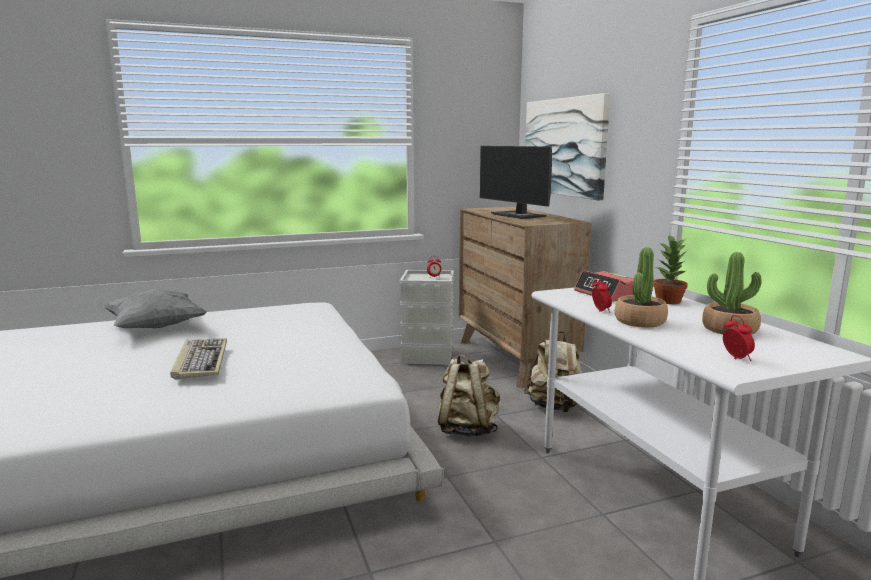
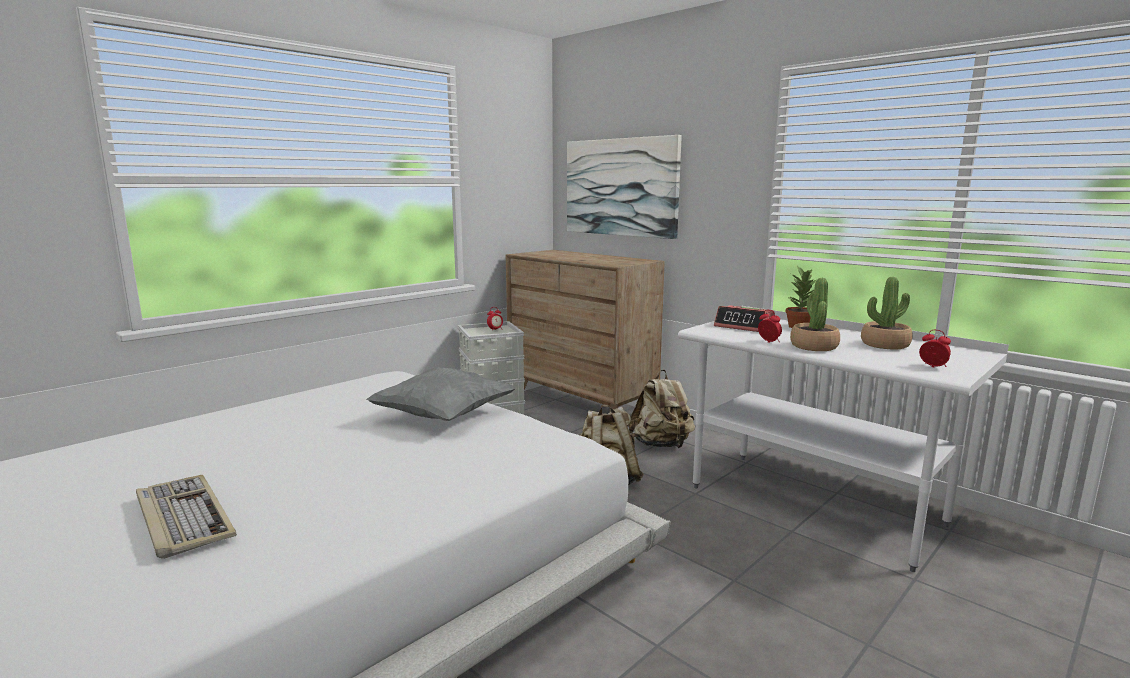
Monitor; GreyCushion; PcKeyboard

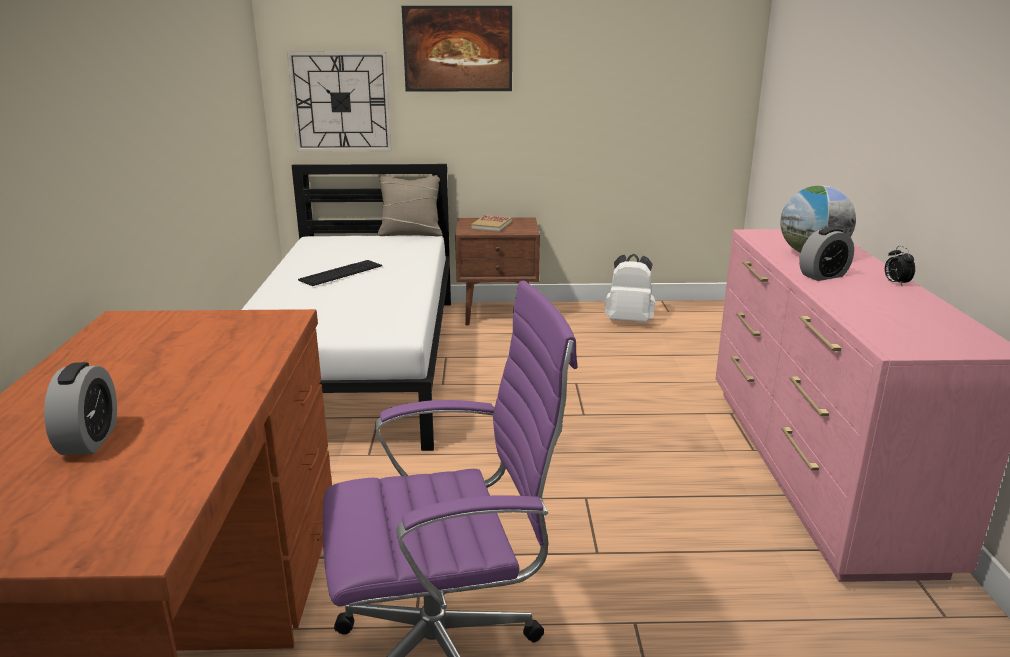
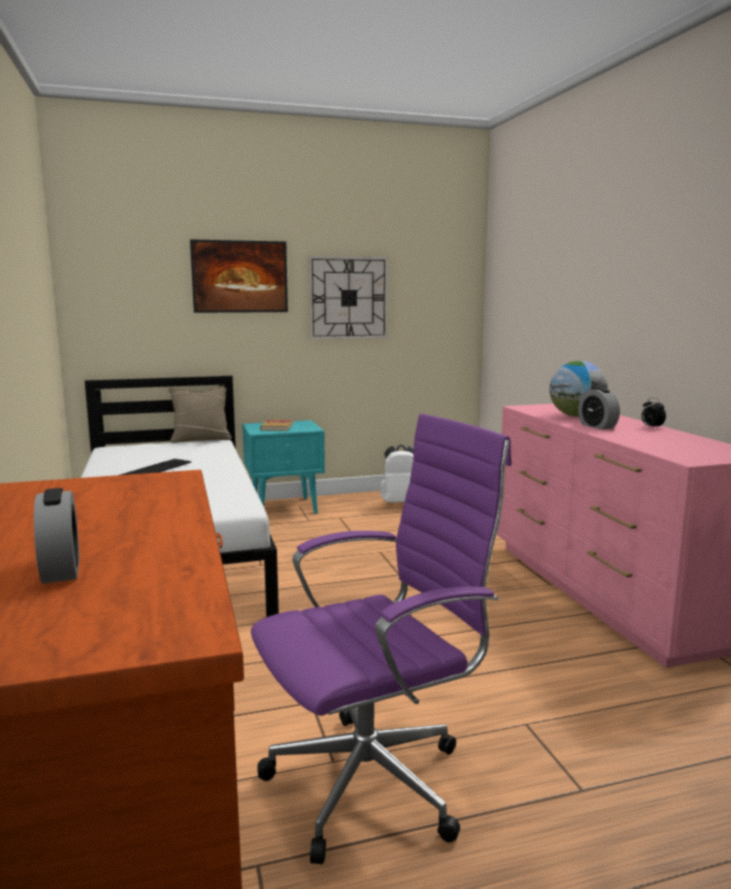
WallClock; TurquoiseColouredNightTable; BedsideClock (no. 2 from left)

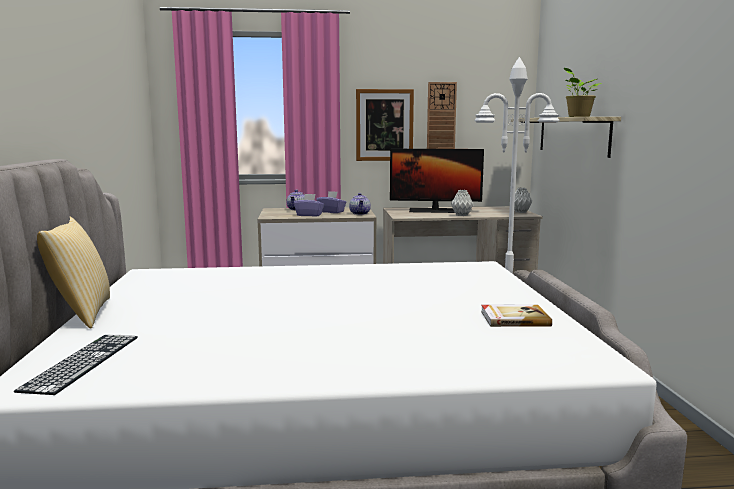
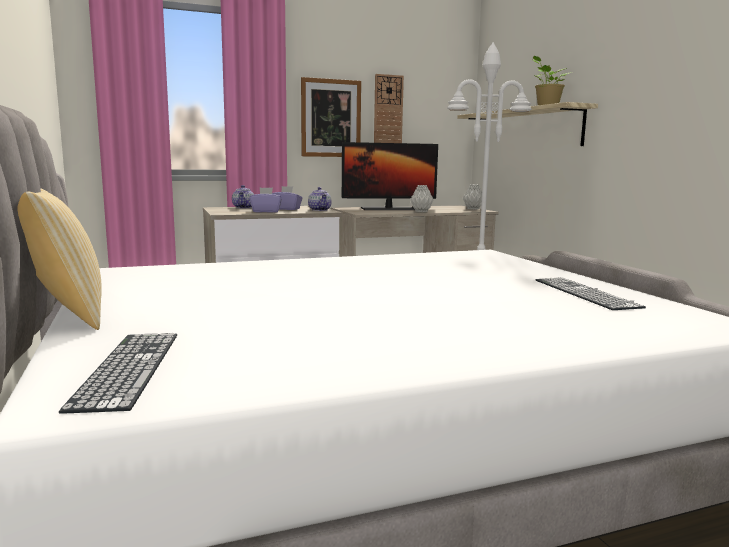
PcKeyboard (no. 2 from left)

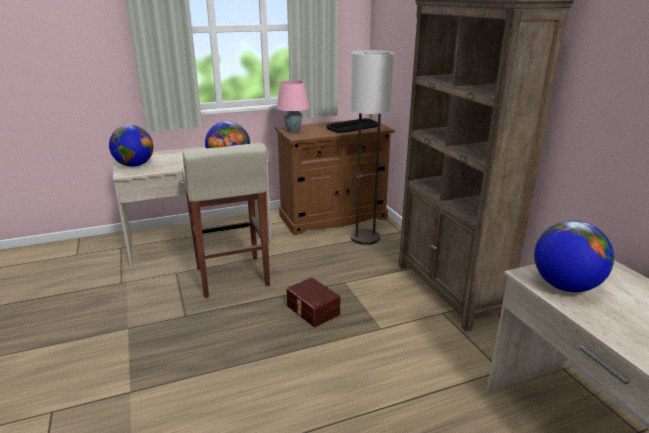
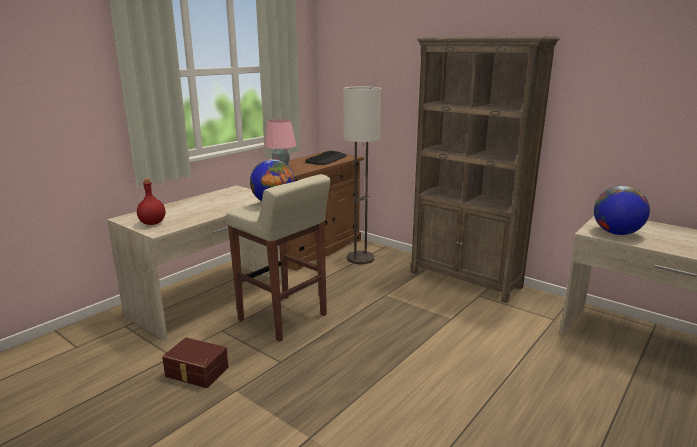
BrownishStorageBin; RedBeverageBottle

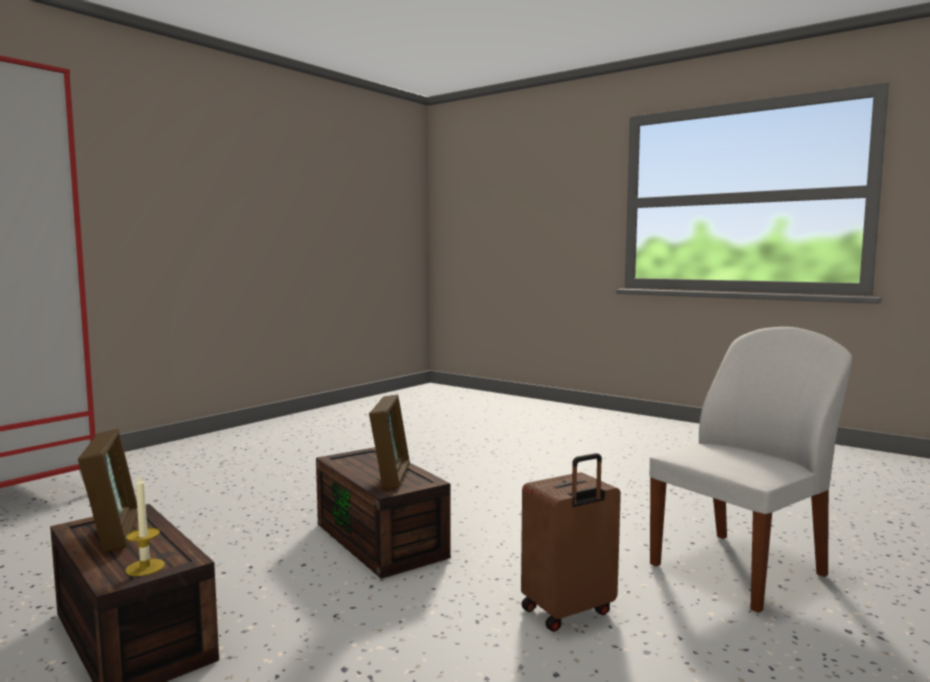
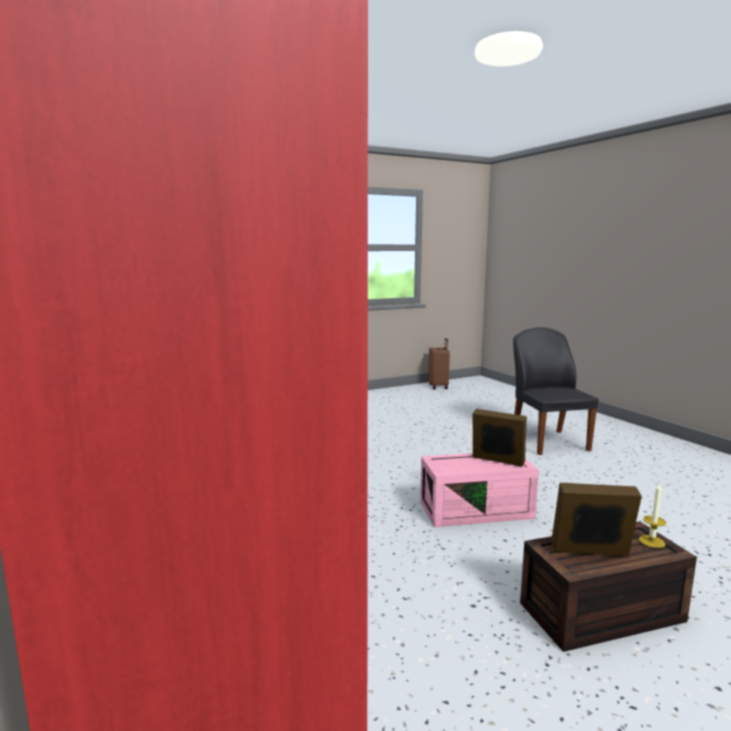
BrownishPieceOfLuggage; PinkStorageBin; BlackColouredPlainChair

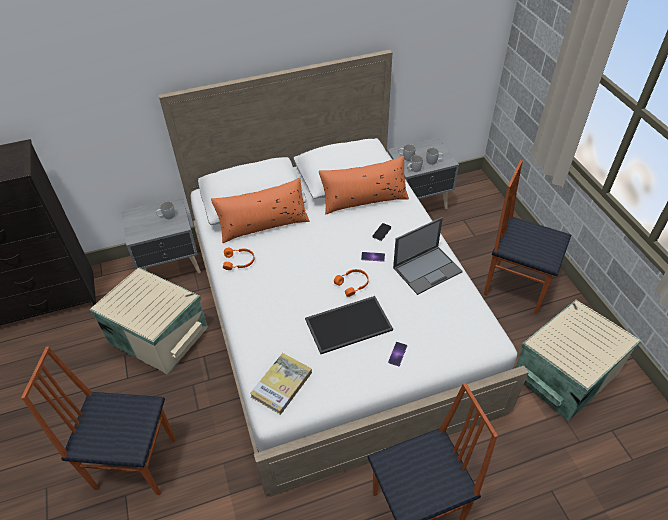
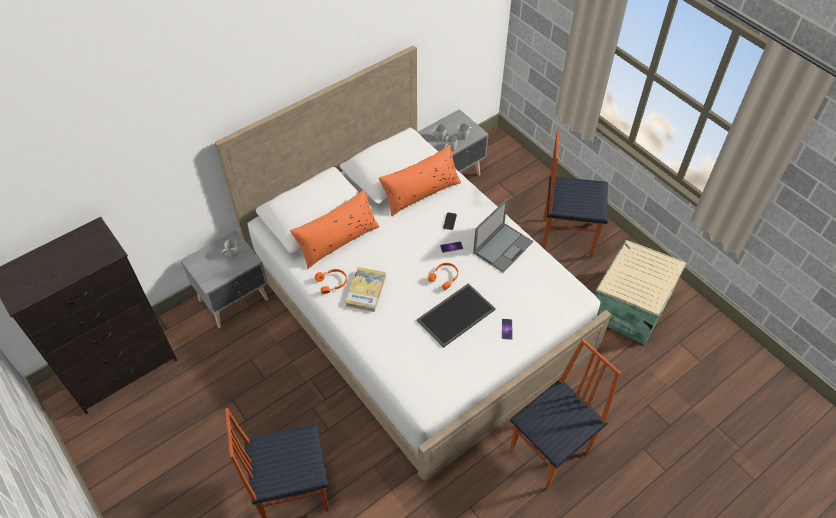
SandColouredStorageBin (no. 1 from left in the first image); Volume

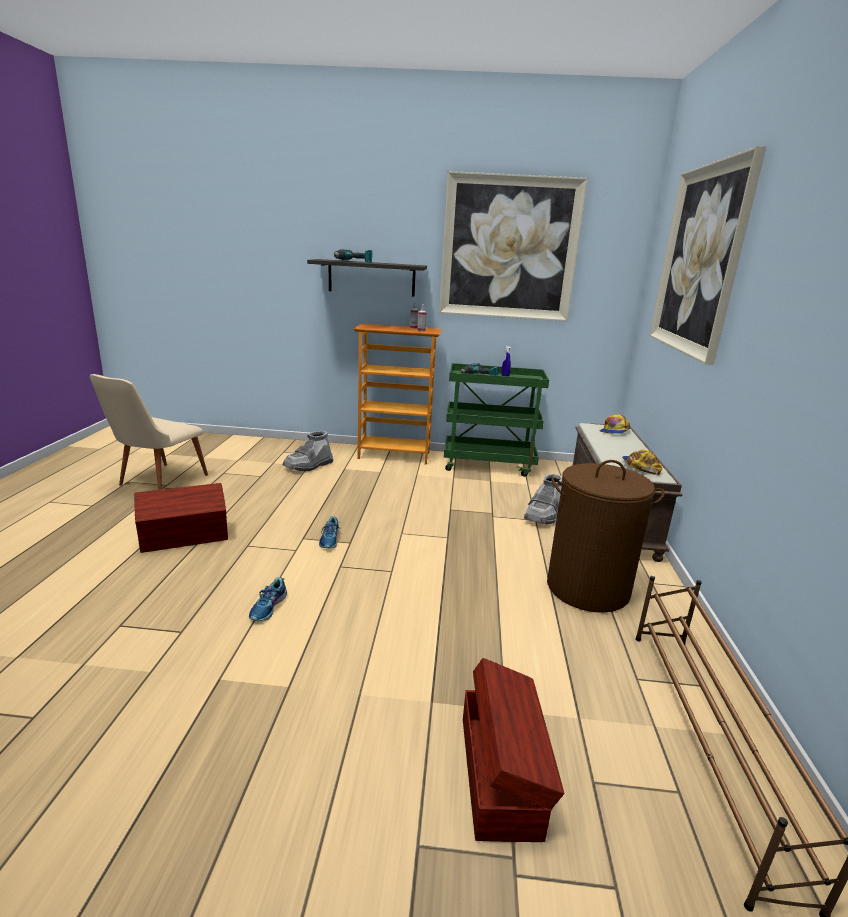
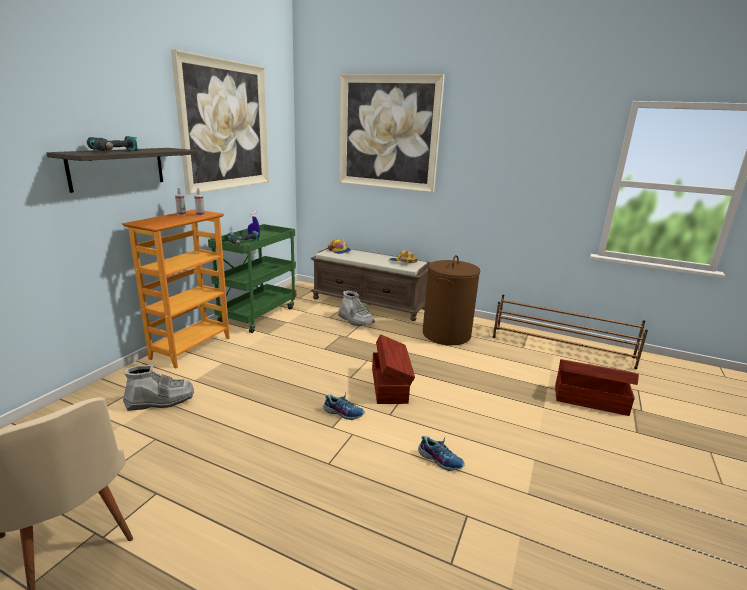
BrownishStorageBin (no. 1 from left); GreyHighTopBoot (no. 1 from left)

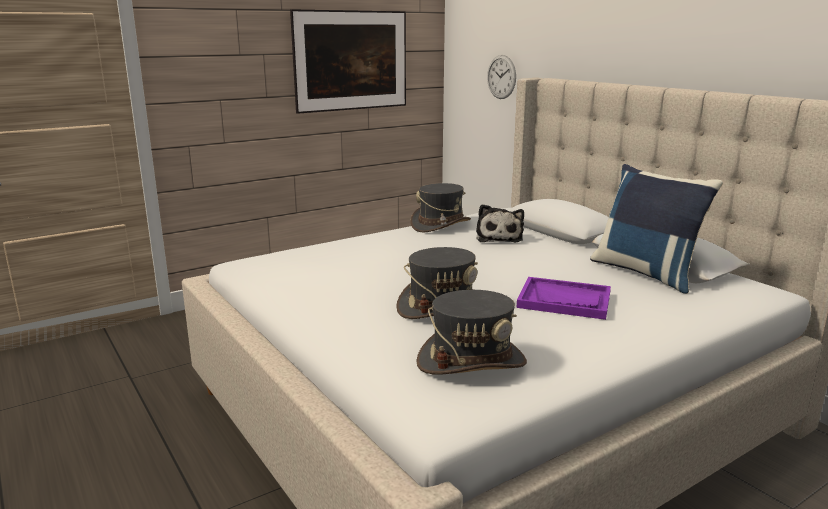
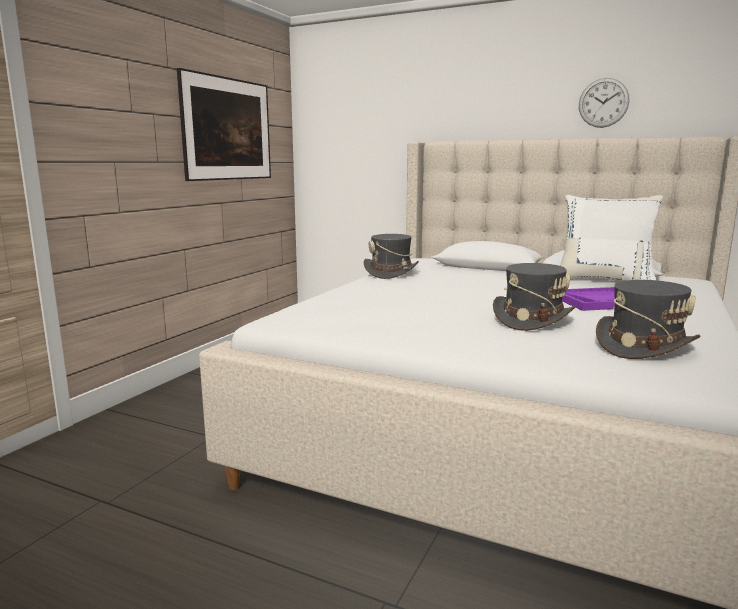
PlushToy; WallClock; WhitishCushion

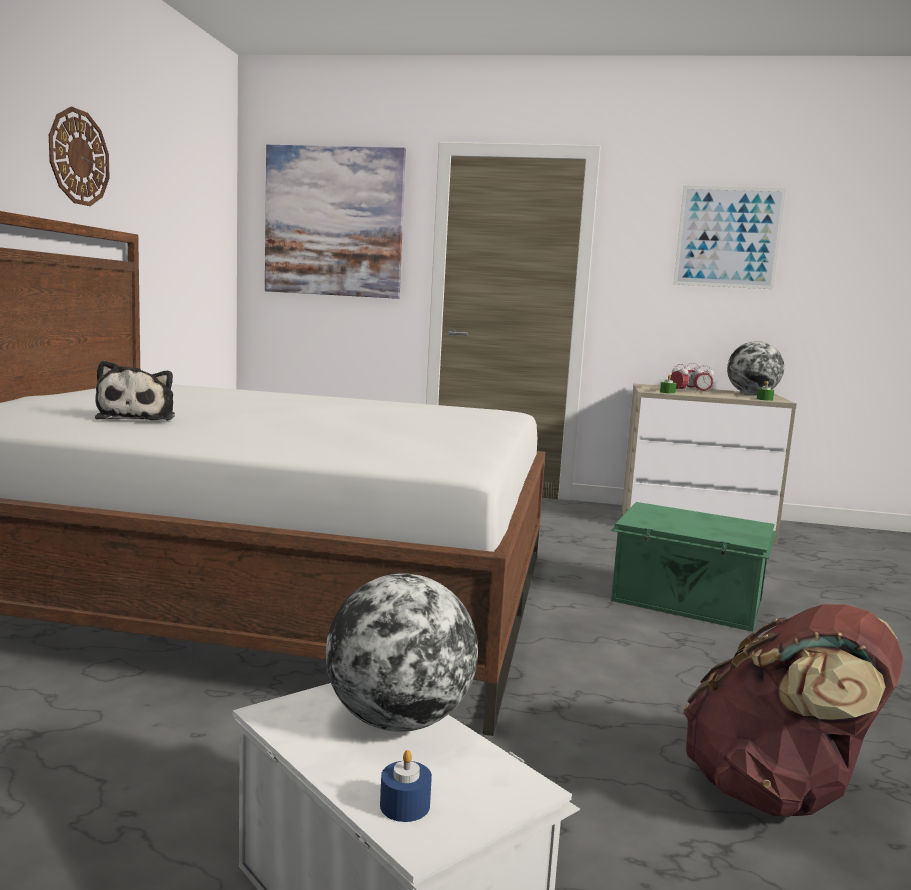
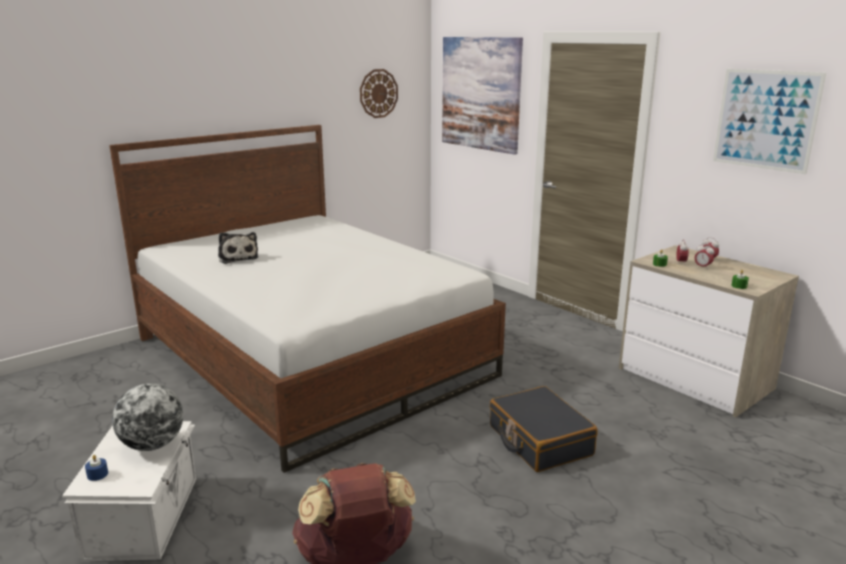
Globe (no. 2 from left in the first image); WallClock; BlackColouredPieceOfLuggage; PlushToy

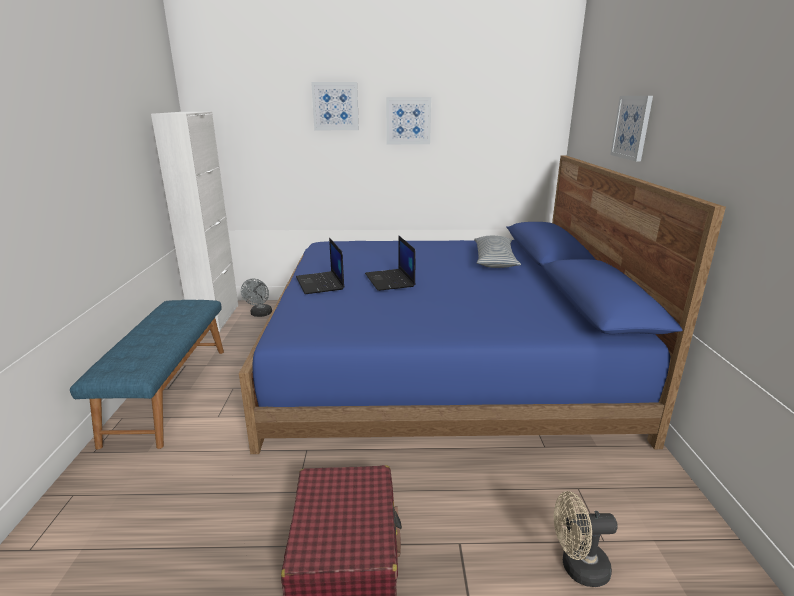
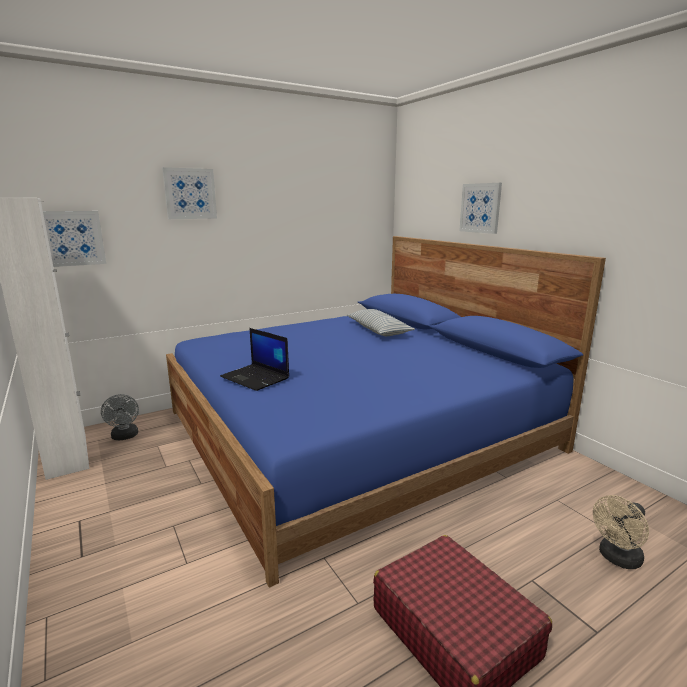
BlueIndoorBench; Laptop (no. 2 from left in the first image); WallArt (no. 1 from left)

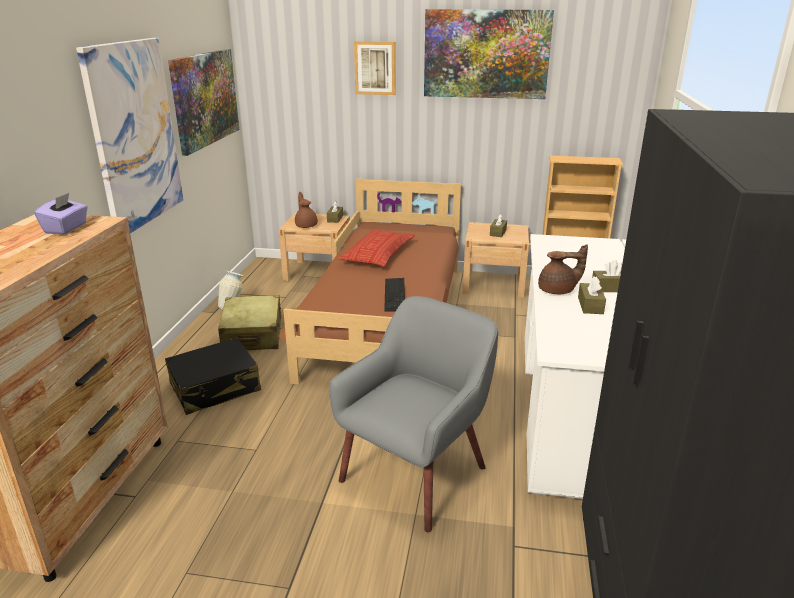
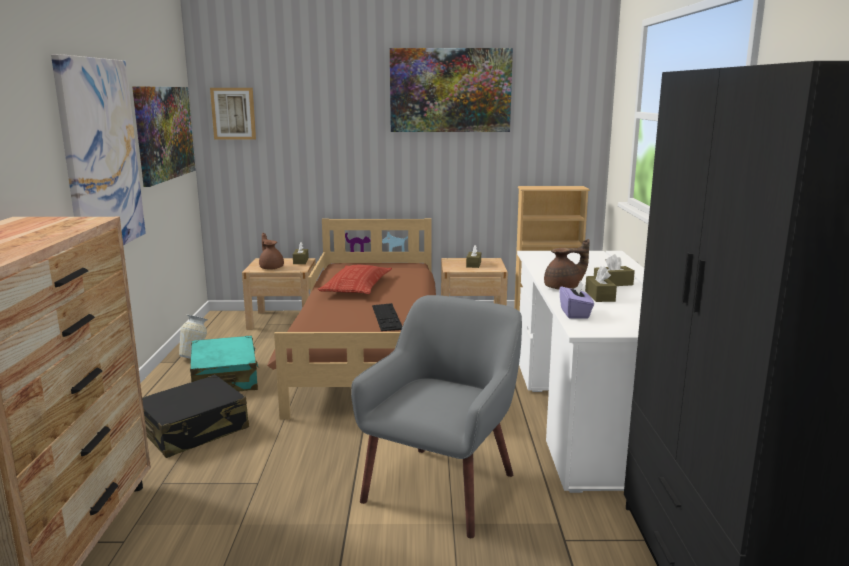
PurpleTissueBox; WallArt (no. 3 from left); TurquoiseColouredPieceOfLuggage

